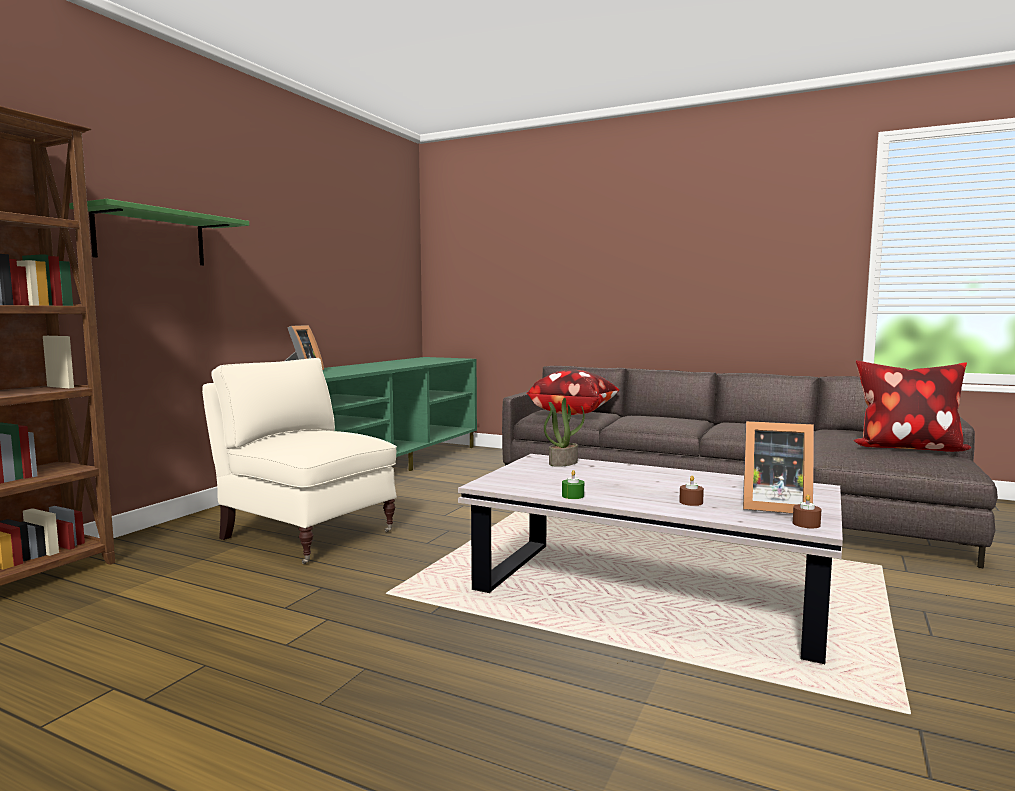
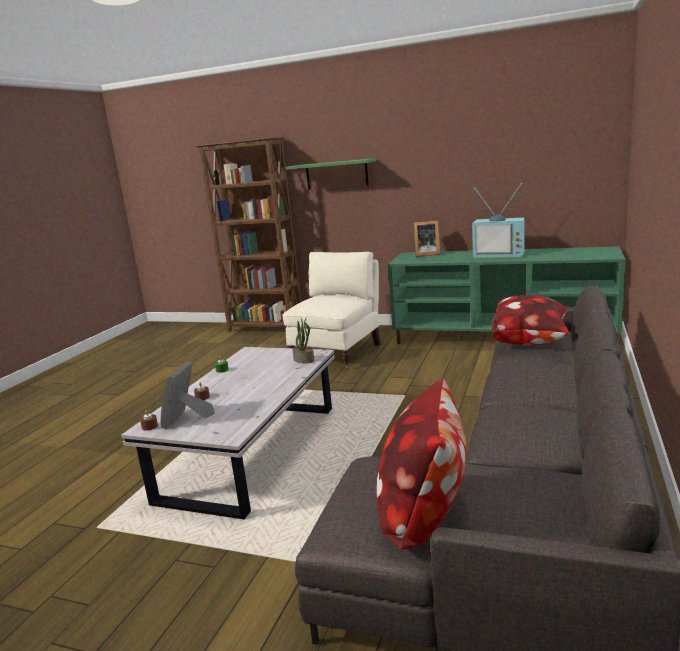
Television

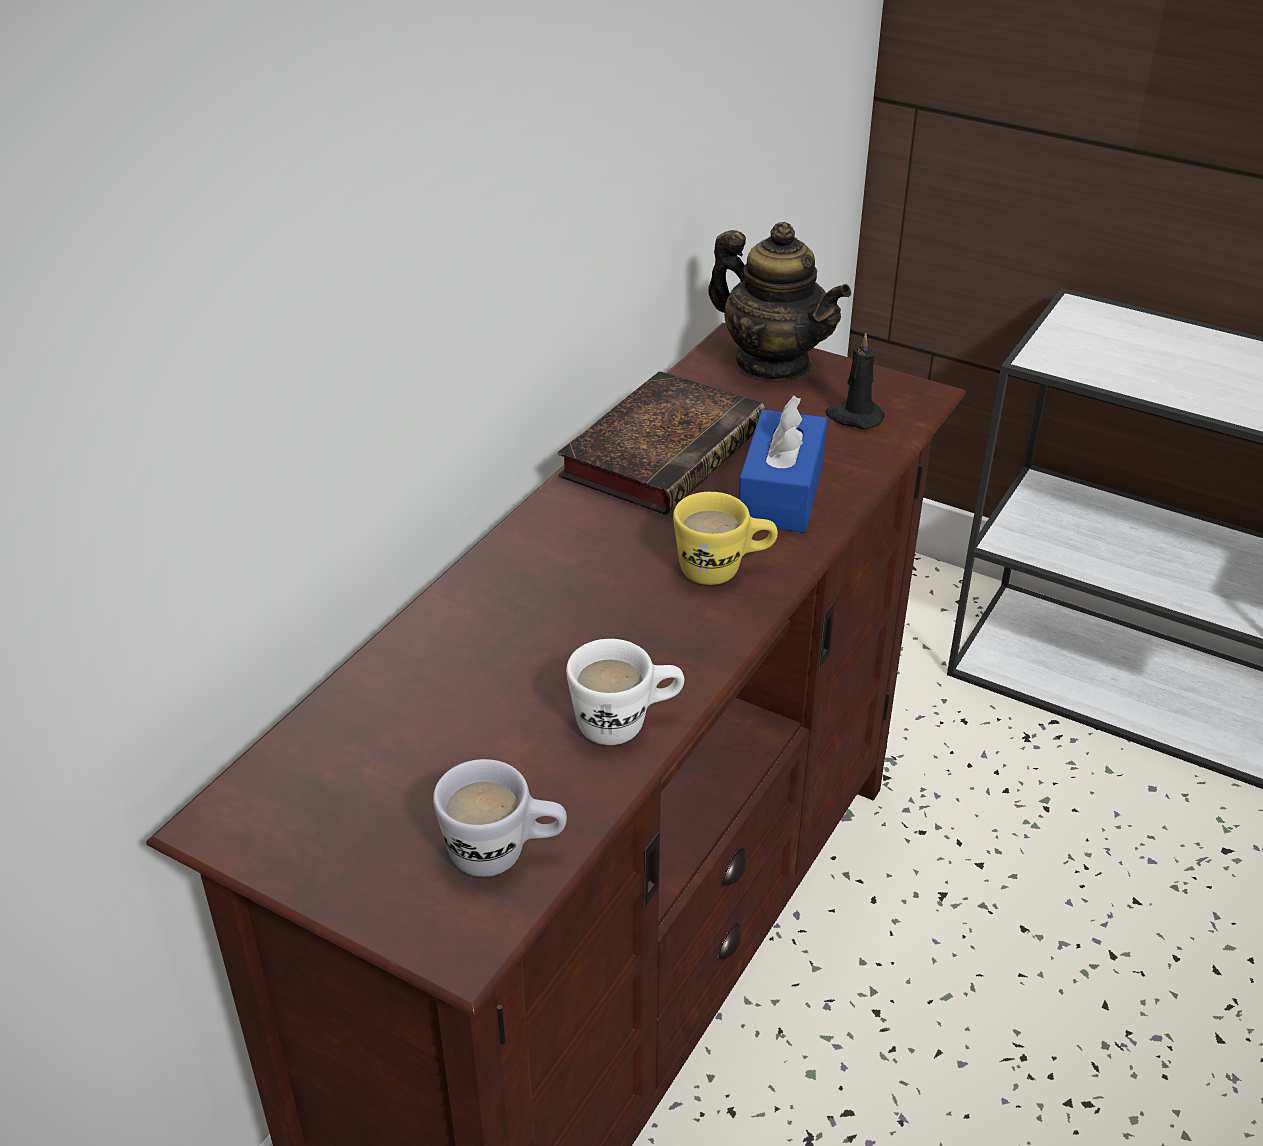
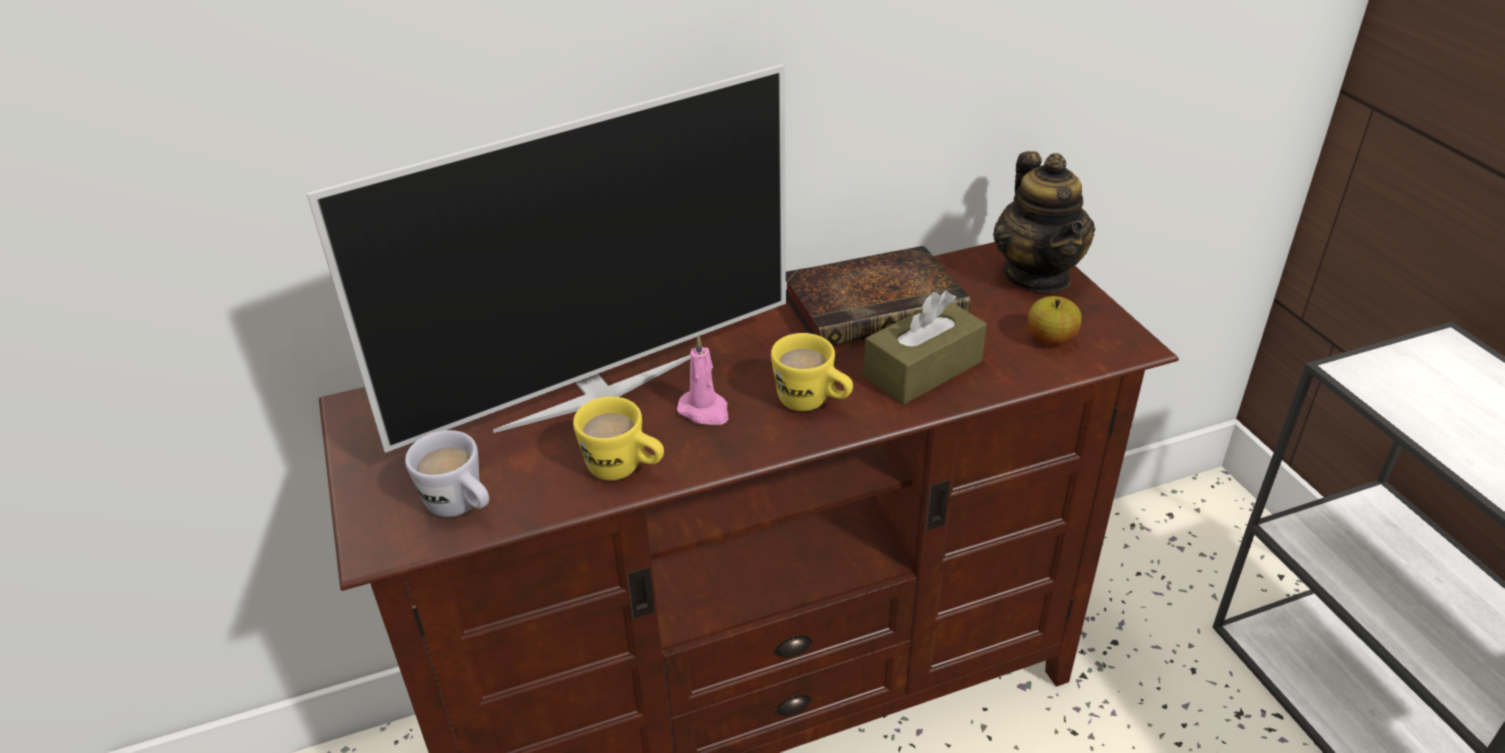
Television; PinkCandle; AppleFruit; YellowCoffeeMug (no. 1 from left); BrownishTissueBox

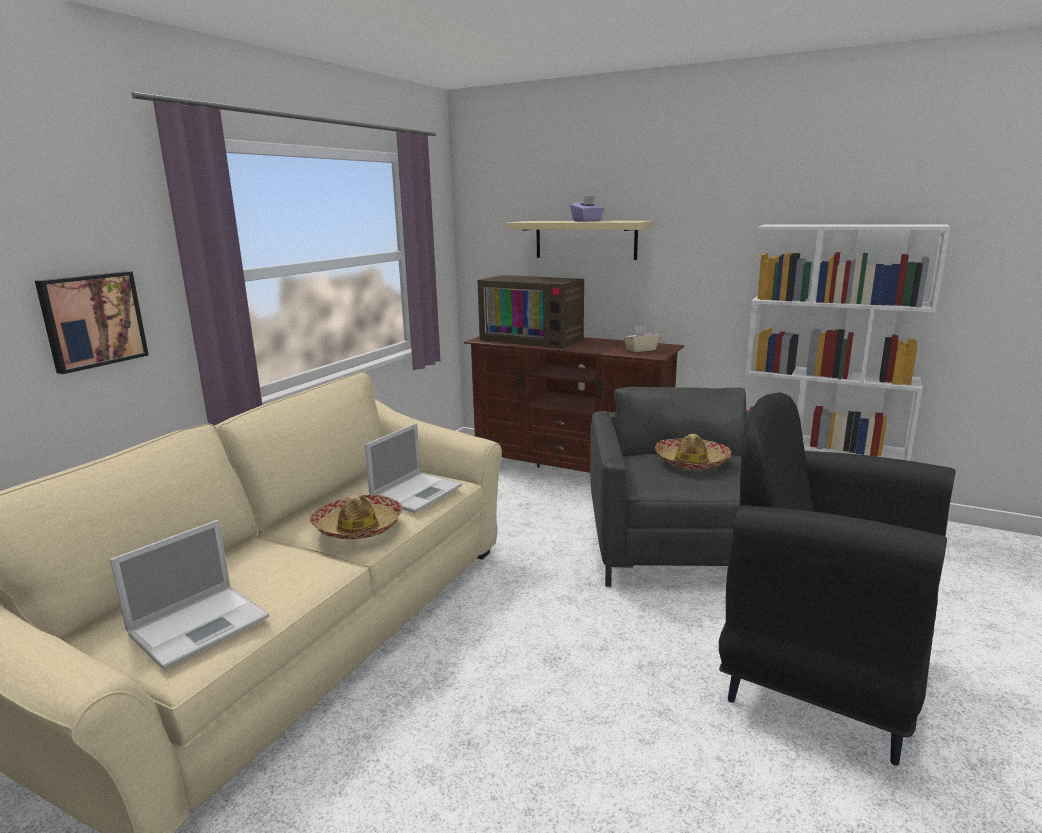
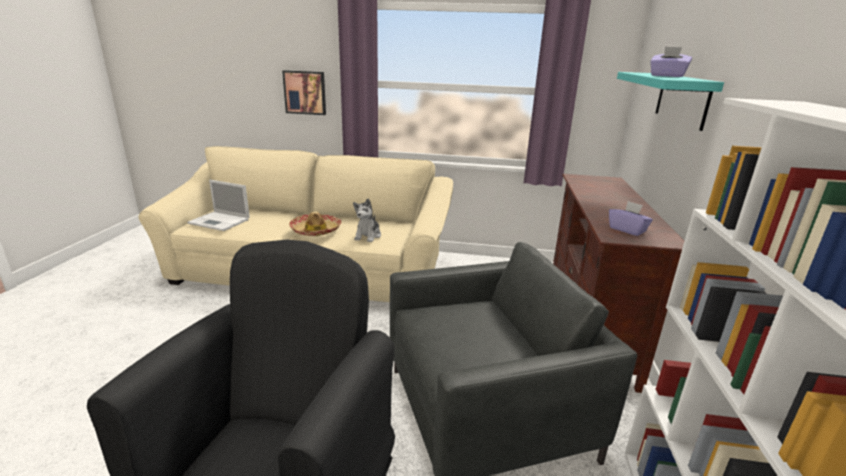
Television; ClothingHat (no. 2 from left in the first image); PlushToy; TurquoiseColouredShelf; PurpleTissueBox (no. 1 from left)

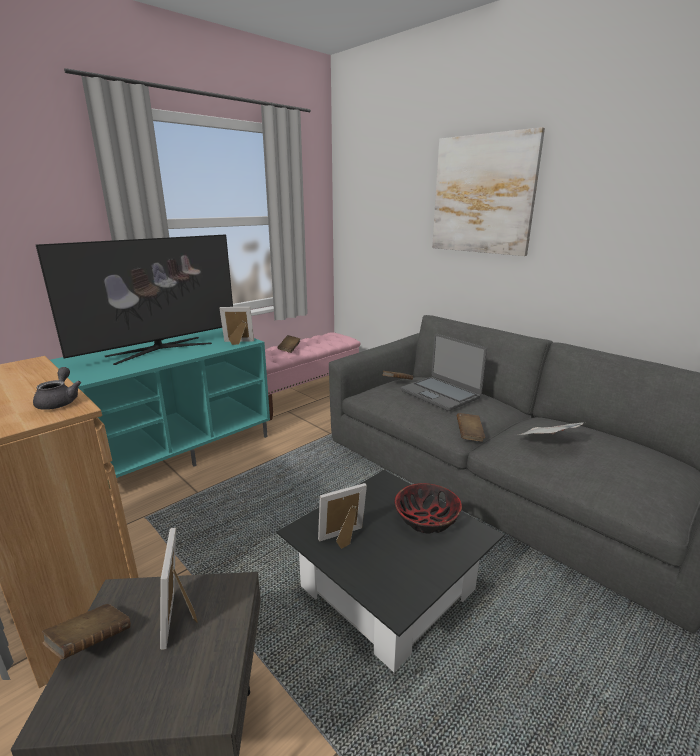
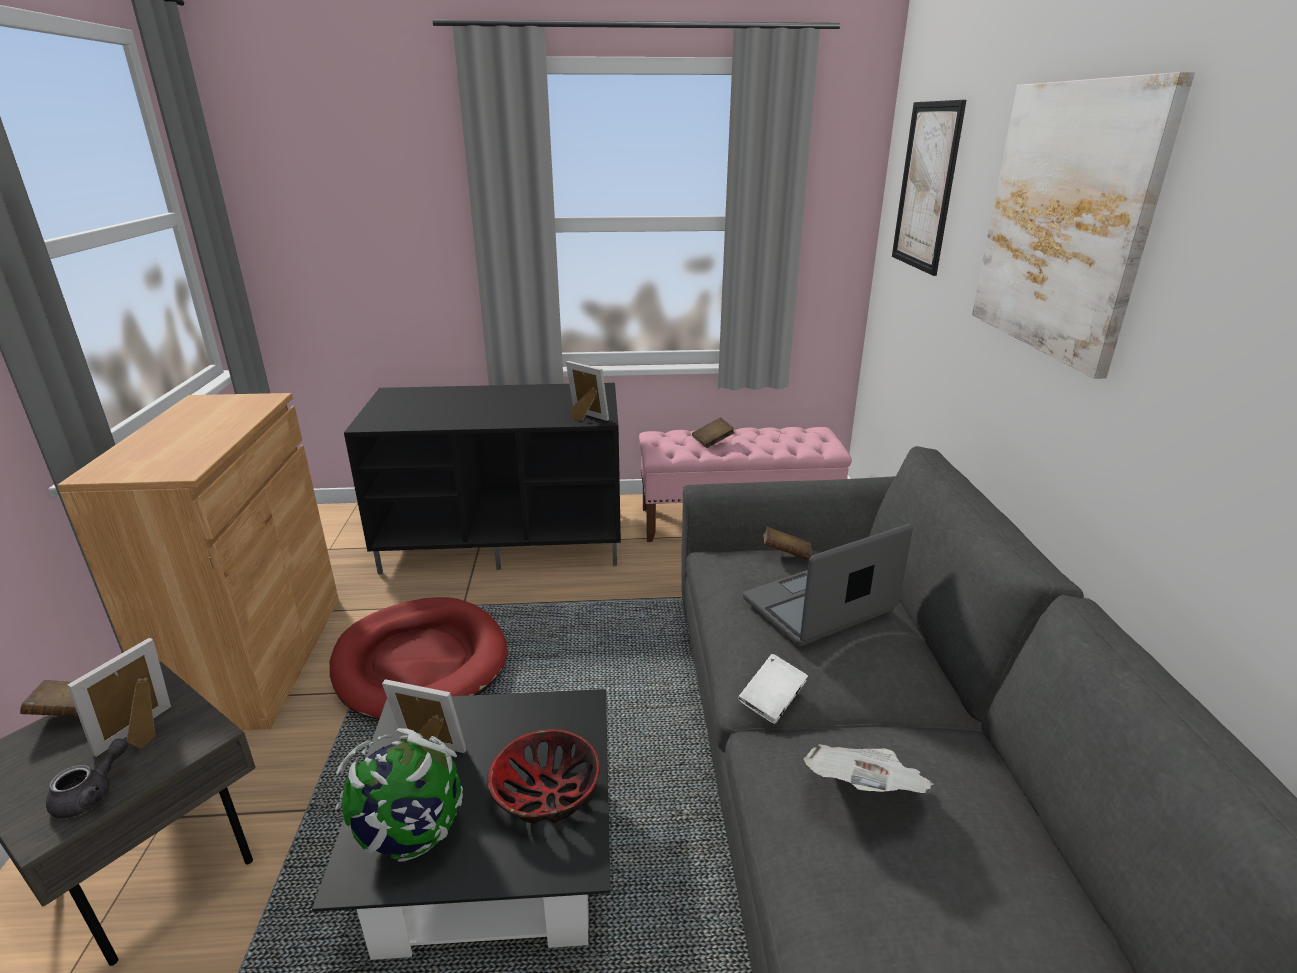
Television; RedDogBed; Globe; WallArt (no. 1 from left); GreyTeaPot; BlackColouredTvUnit; WhitishVolume; Laptop

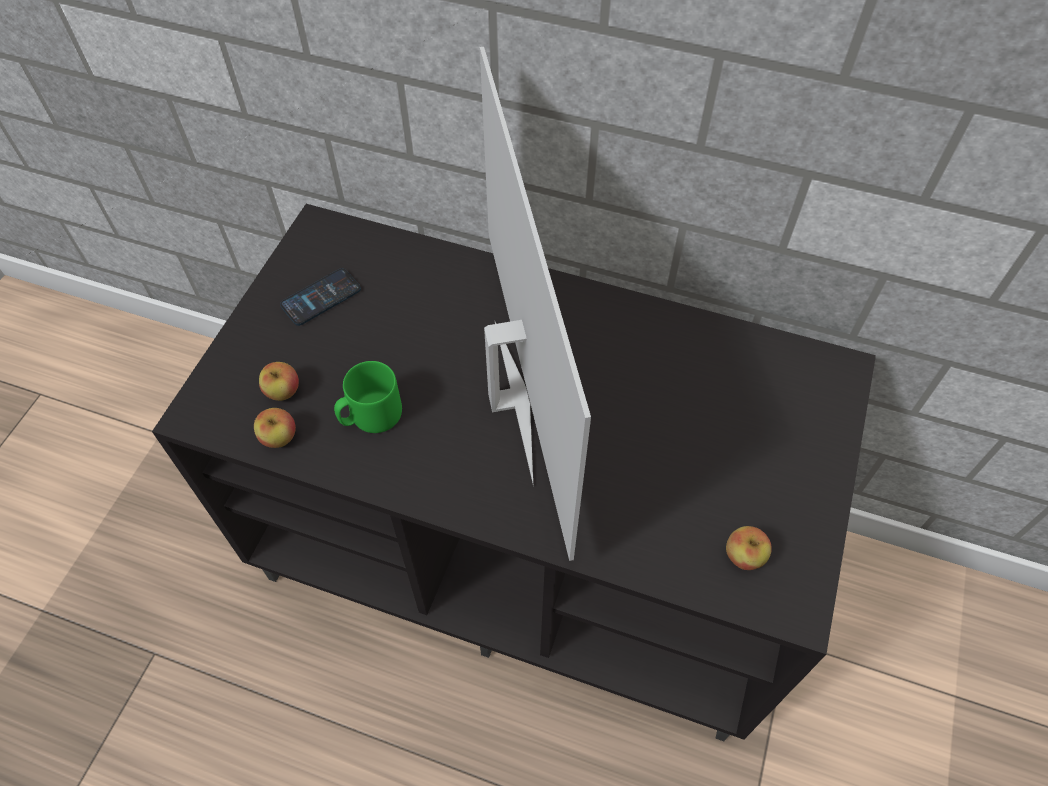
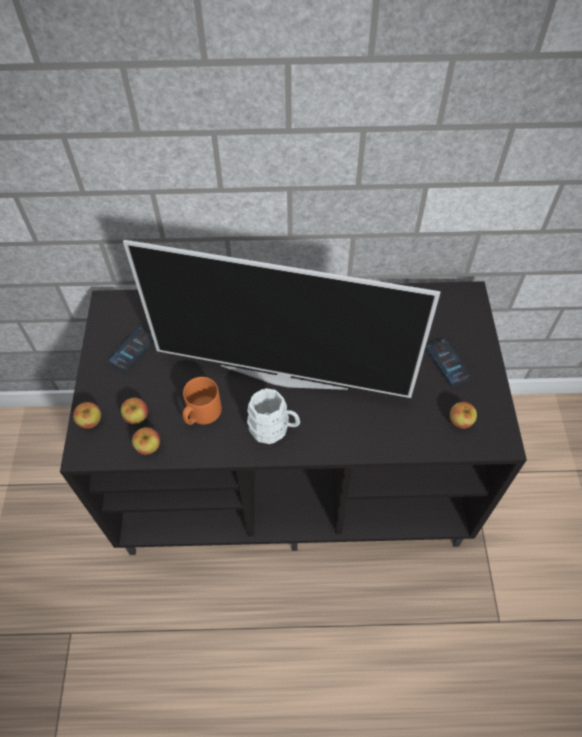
AppleFruit (no. 1 from left); WhitishCoffeeMug; Telephone (no. 2 from left); OrangeColouredCoffeeMug; Television

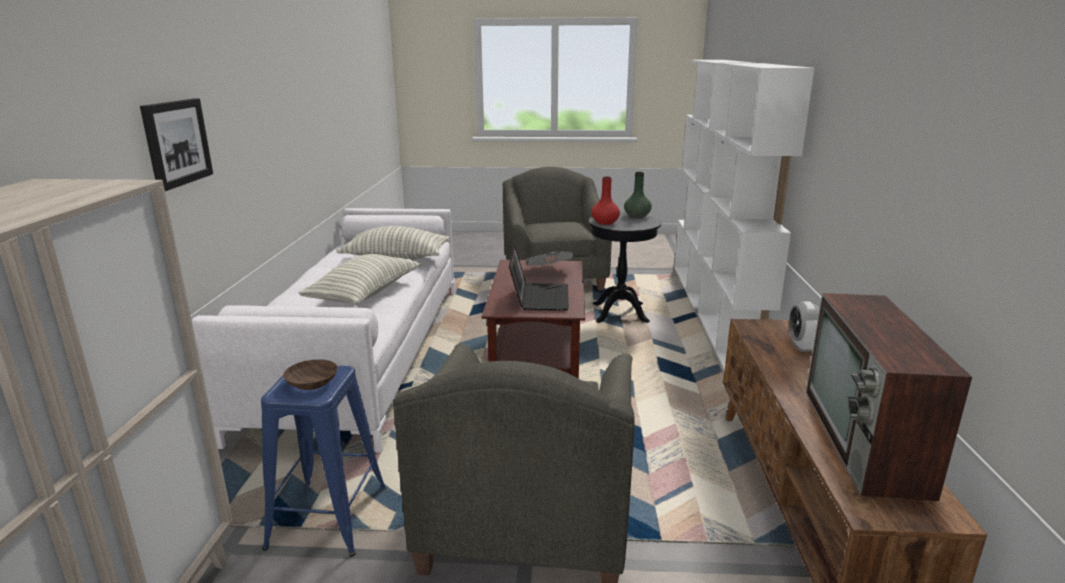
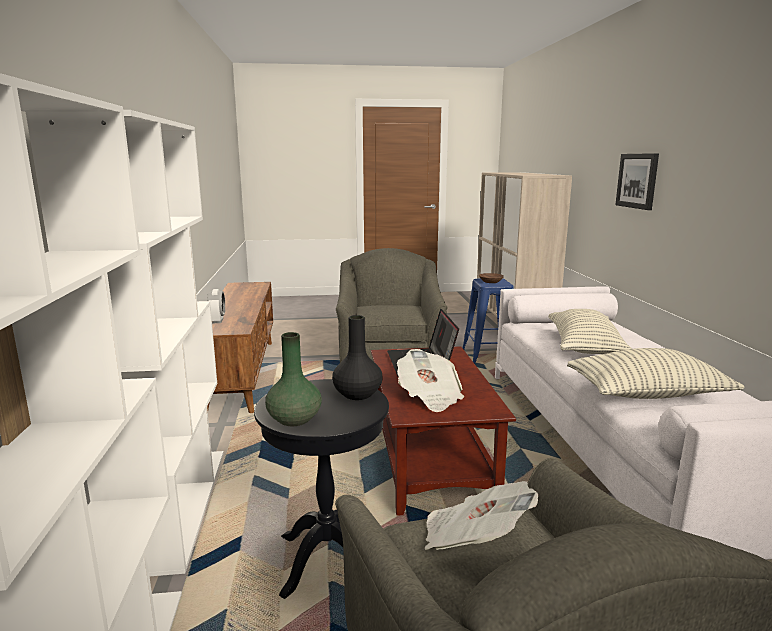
Television; PrintedPaper (no. 2 from left); BlackColouredDecorativeVase

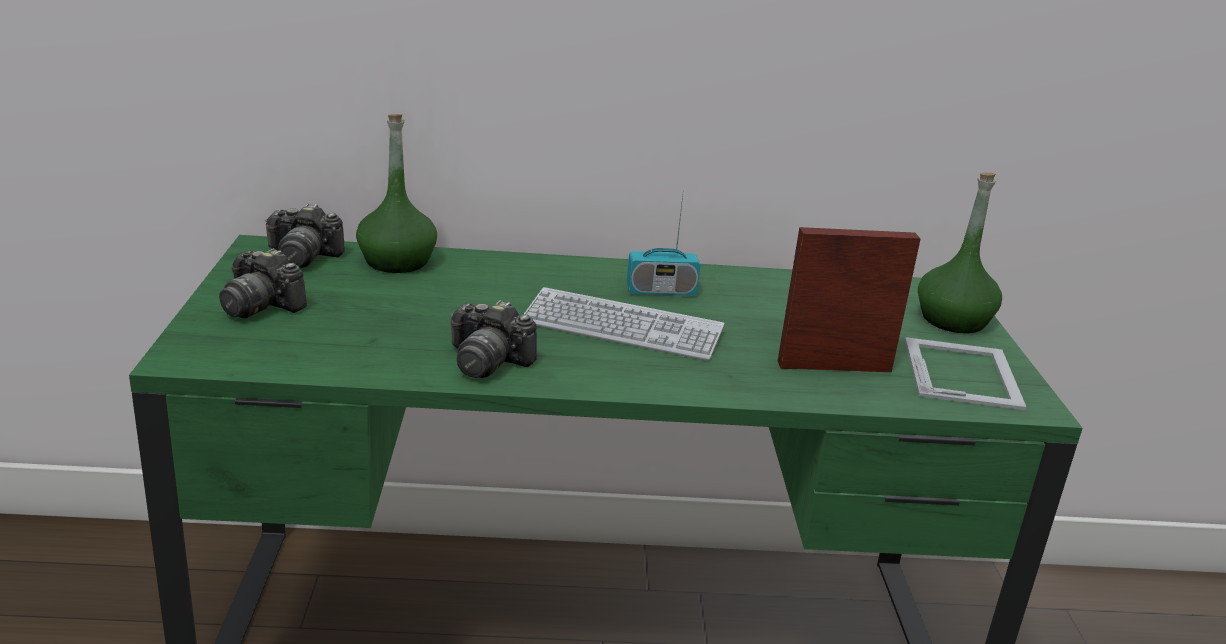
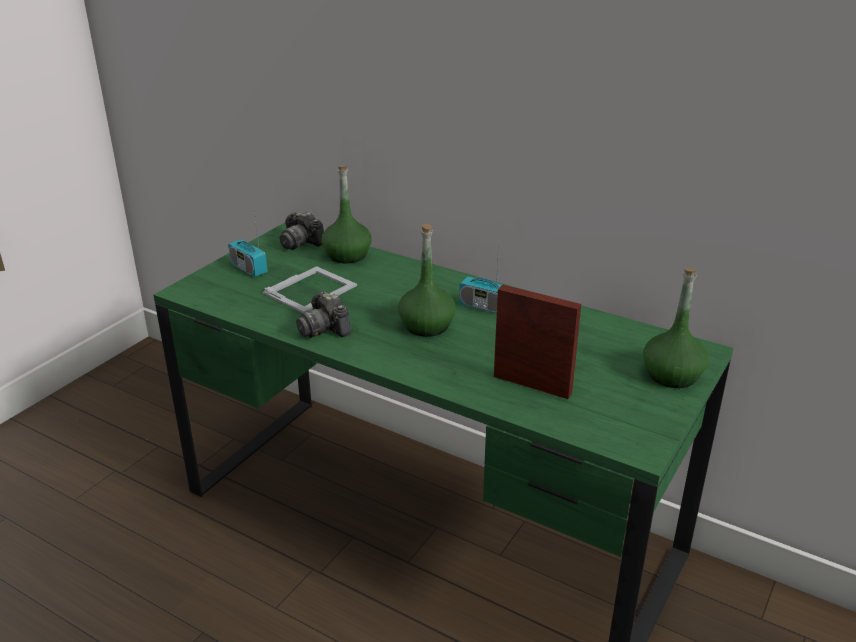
PhotoFrame (no. 1 from left); RadioReceiver (no. 1 from left); GreenBeverageBottle (no. 2 from left)

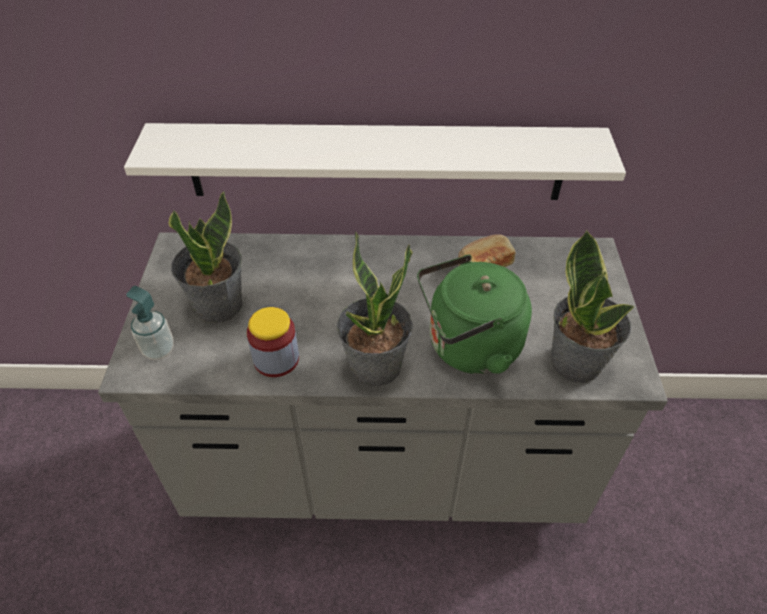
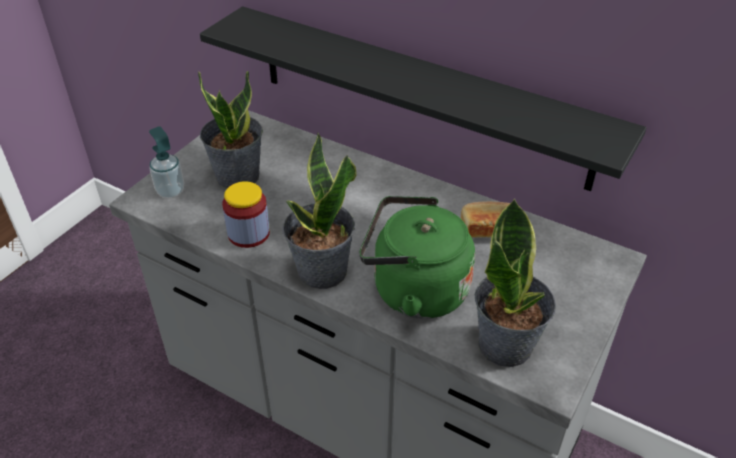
BlackColouredShelf

